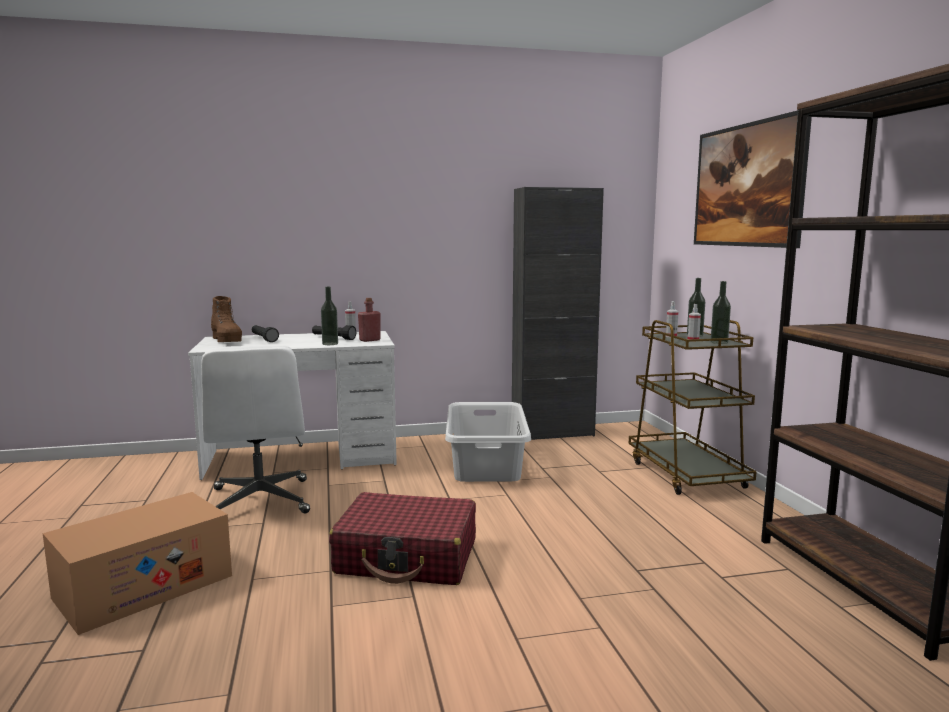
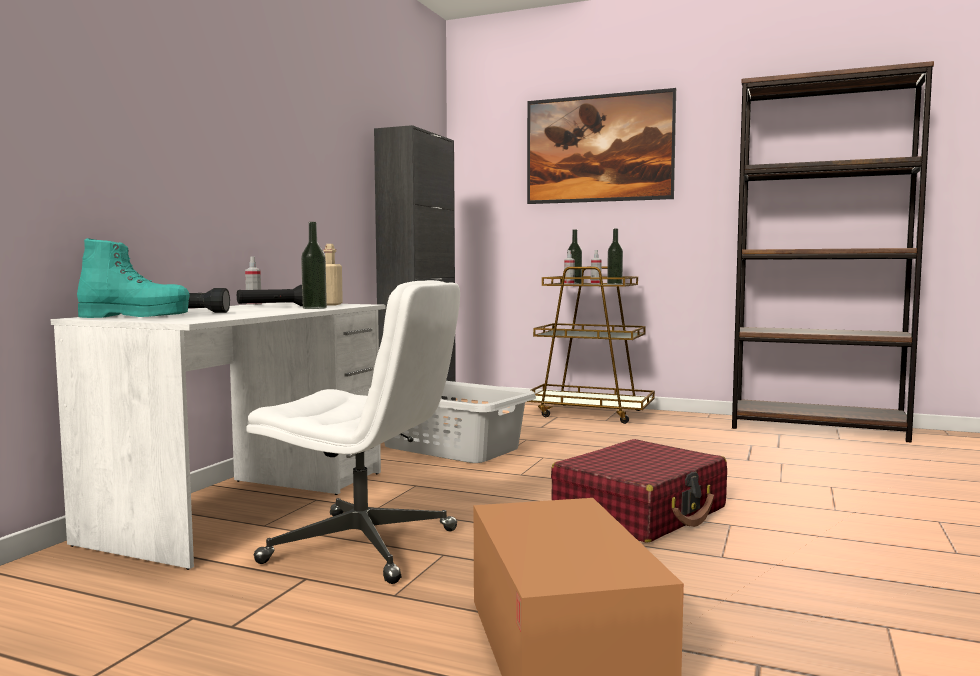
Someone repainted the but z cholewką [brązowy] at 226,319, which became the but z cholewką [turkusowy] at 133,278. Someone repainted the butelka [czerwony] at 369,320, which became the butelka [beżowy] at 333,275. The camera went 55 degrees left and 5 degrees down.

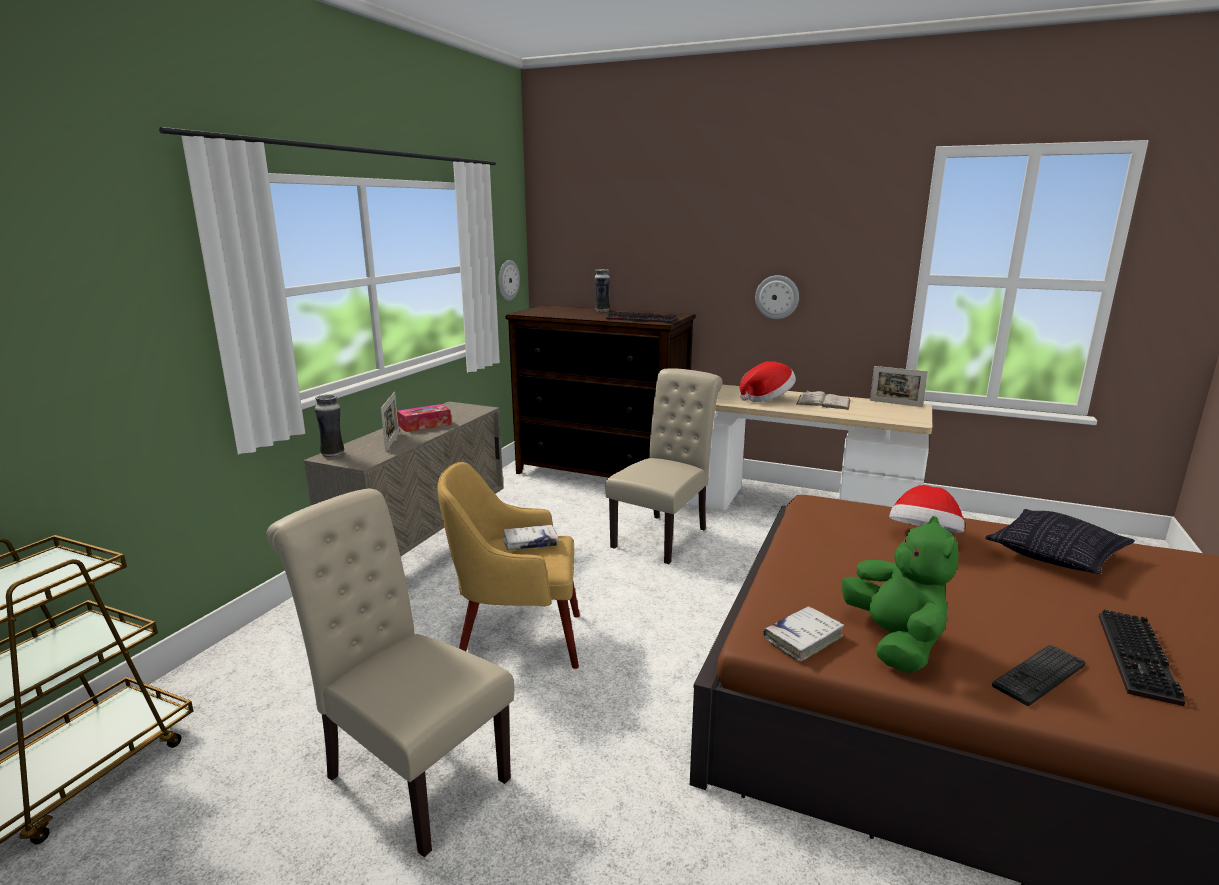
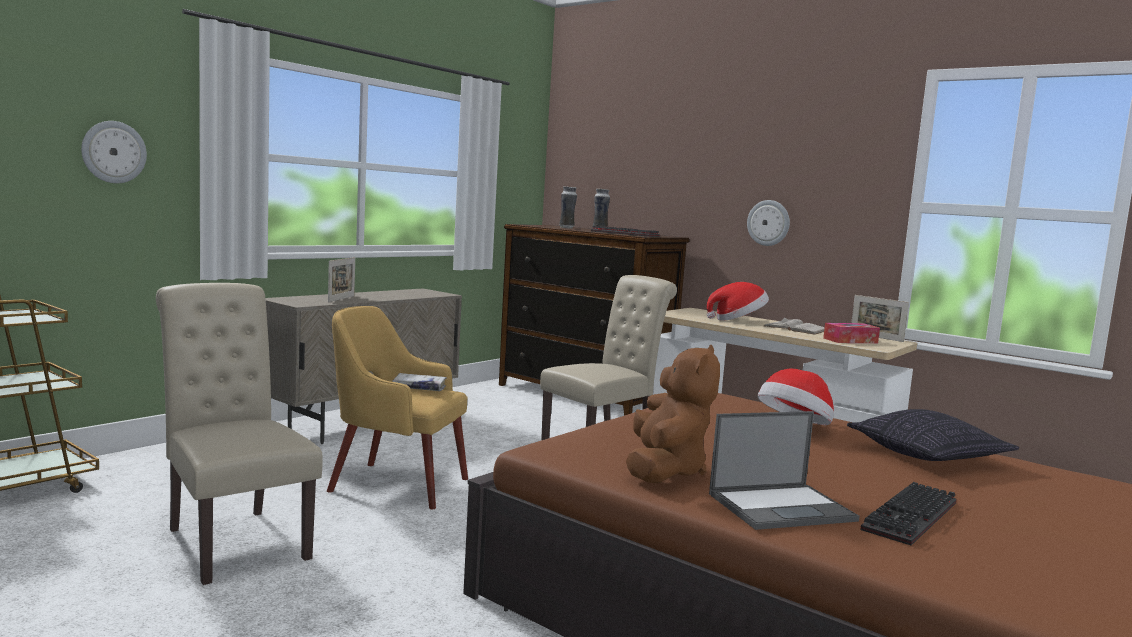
Someone carried the wazon from 329,426 to 568,207. Someone carried the pudełko chusteczek from 424,418 to 851,333. Someone carried the zegar ścienny from 509,280 to 114,152. Someone took away the książka [biały] at 803,634. Someone repainted the pluszak [zielony] at 900,594, which became the pluszak [brązowy] at 673,414. Someone swapped the klawiatura at 1039,675 for the laptop at 784,470. The camera went 15 degrees right and 10 degrees down.

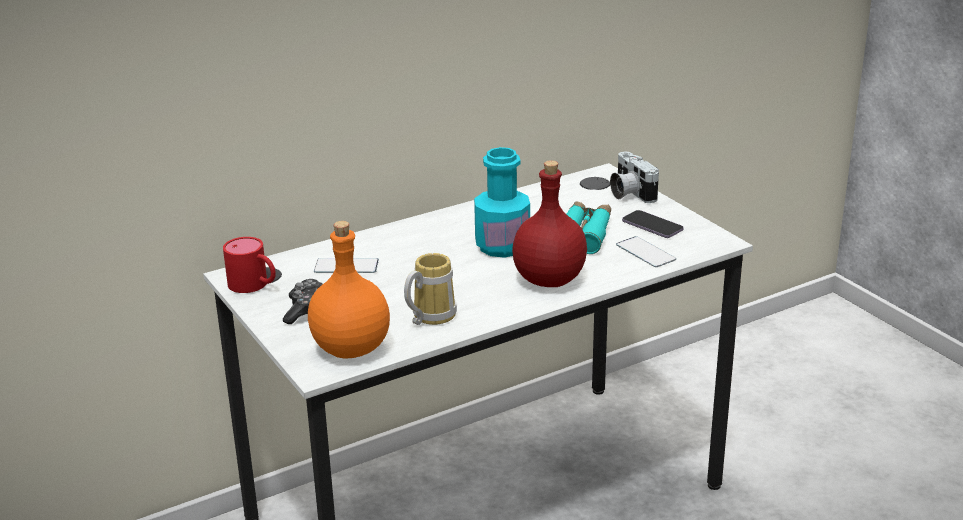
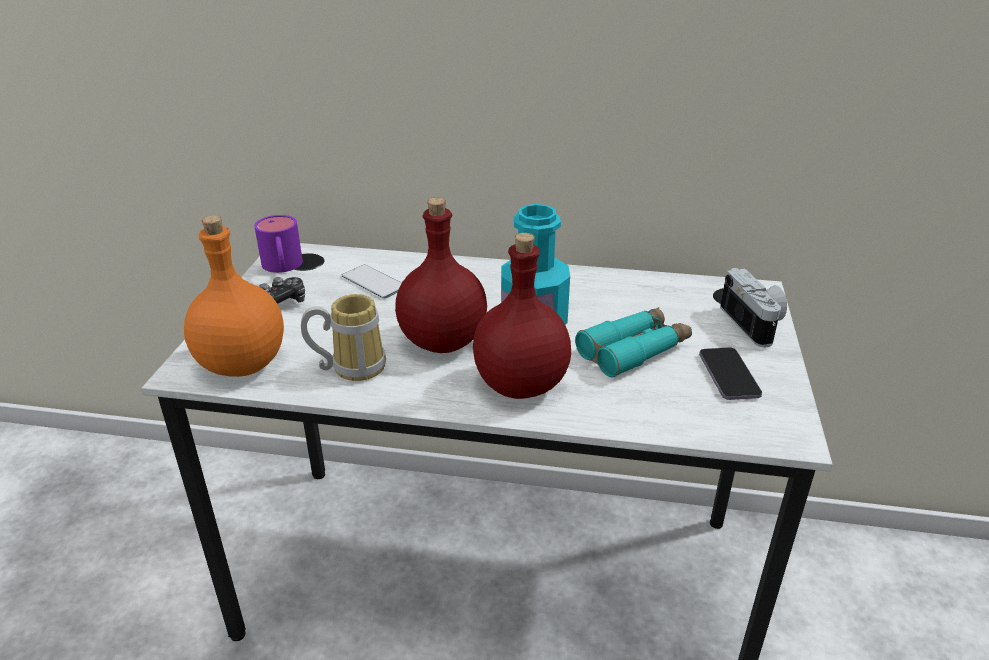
Someone repainted the kubek [czerwony] at 249,265, which became the kubek [fioletowy] at 278,244. Someone rotated the aparat fotograficzny at 634,177 by 150 degrees clockwise. Someone took away the telefon at 646,251. Someone put down the butelka [czerwony] at 441,275. The camera went 40 degrees right and 5 degrees up.

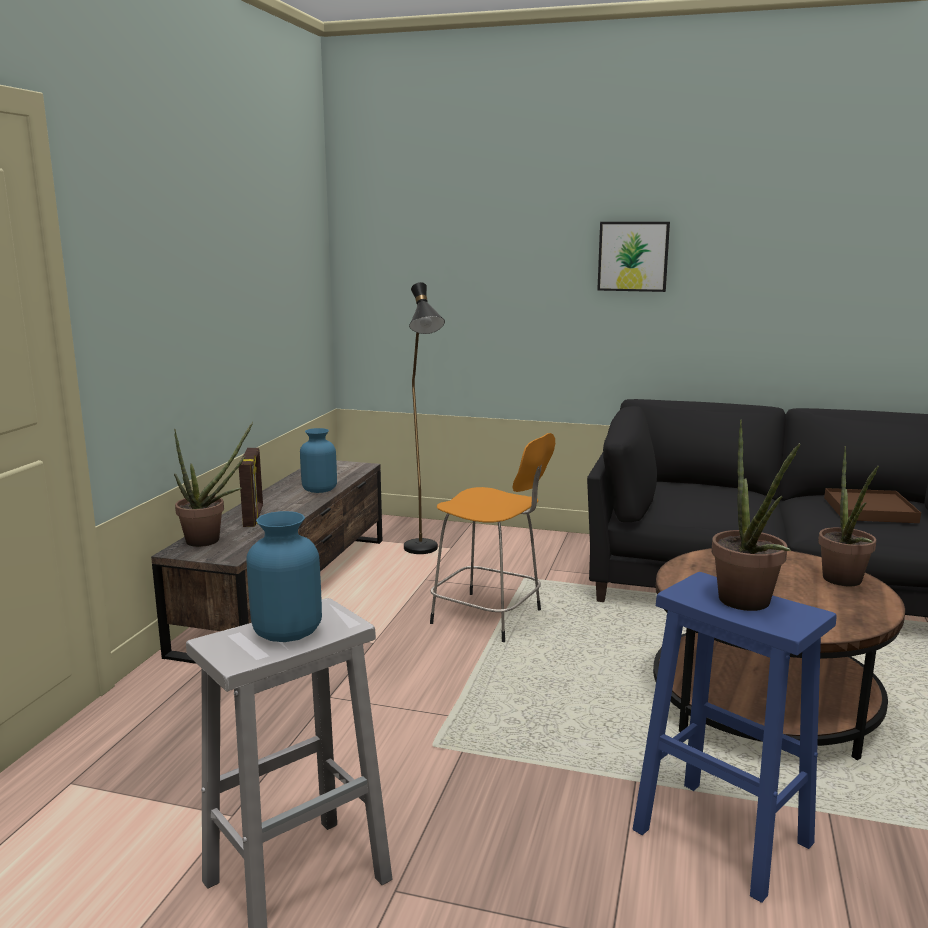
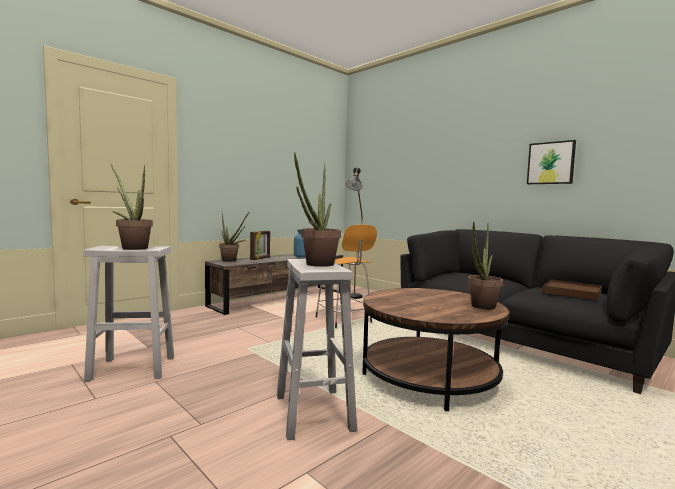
Someone swapped the wazon [niebieski] at 284,576 for the roślina doniczkowa at 132,207. Someone carried the obraz from 633,257 to 551,162. Someone repainted the stołek [niebieski] at 735,737, which became the stołek [biały] at 317,349. The camera went 30 degrees right and 10 degrees down.

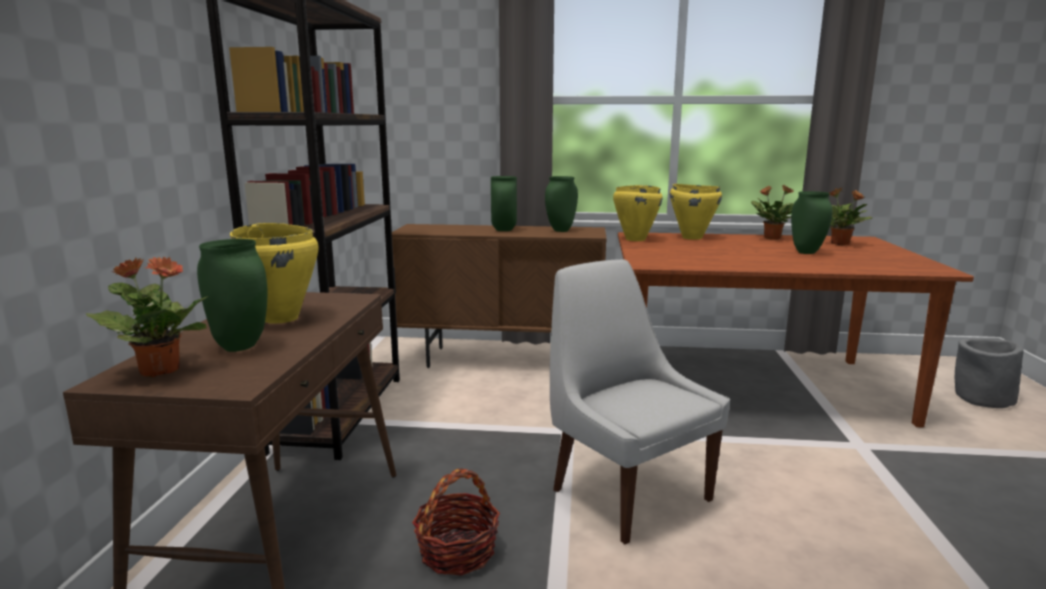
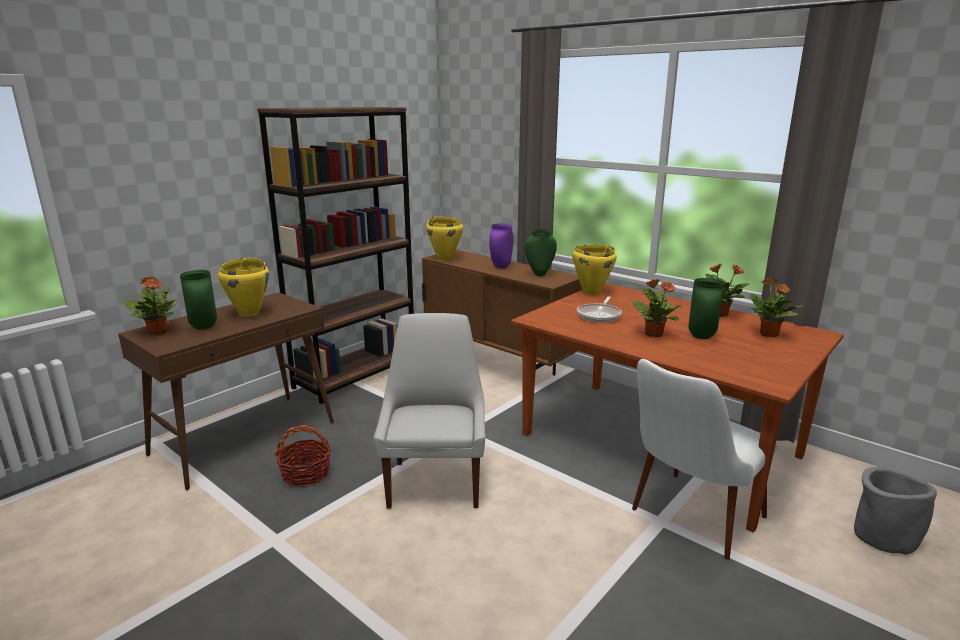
Someone repainted the wazon [zielony] at 504,203, which became the wazon [fioletowy] at 501,245. Someone carried the garnek [żółty] from 696,212 to 444,239. Someone put down the patelnia at 599,310. Someone put down the roślina doniczkowa at 657,308. Someone put down the krzesło [biały] at 704,459. The camera went 35 degrees right and 5 degrees up.

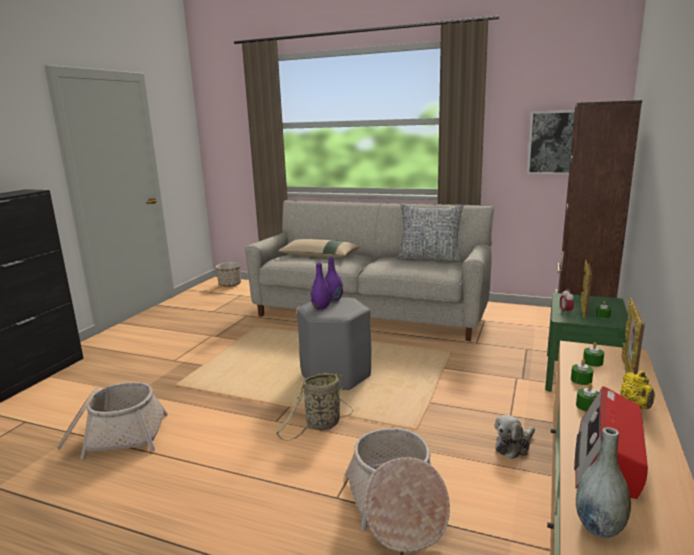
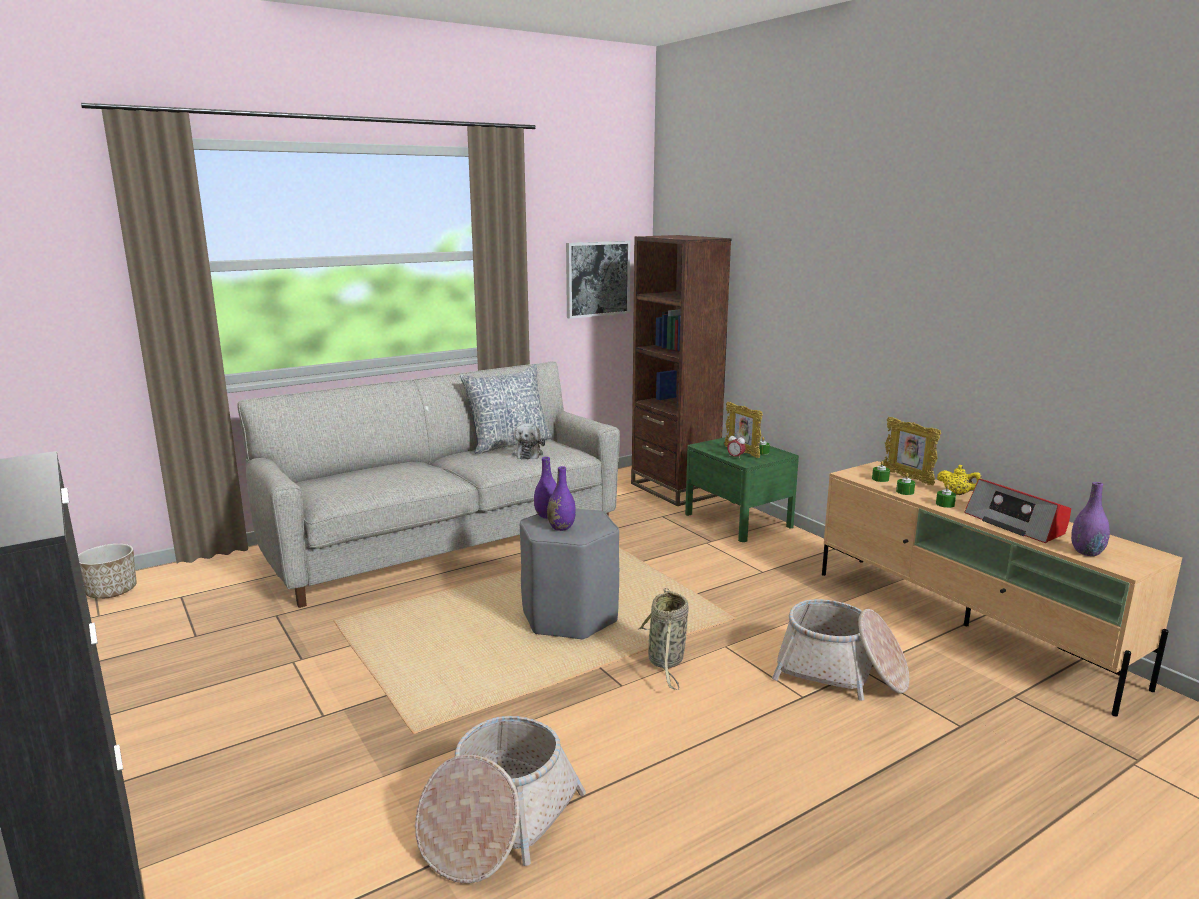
Someone took away the poduszka [beżowy] at 319,248. Someone carried the pluszak from 515,437 to 528,441. Someone repainted the wazon [szary] at 603,482, which became the wazon [fioletowy] at 1090,519. The camera went 55 degrees left and 0 degrees up.

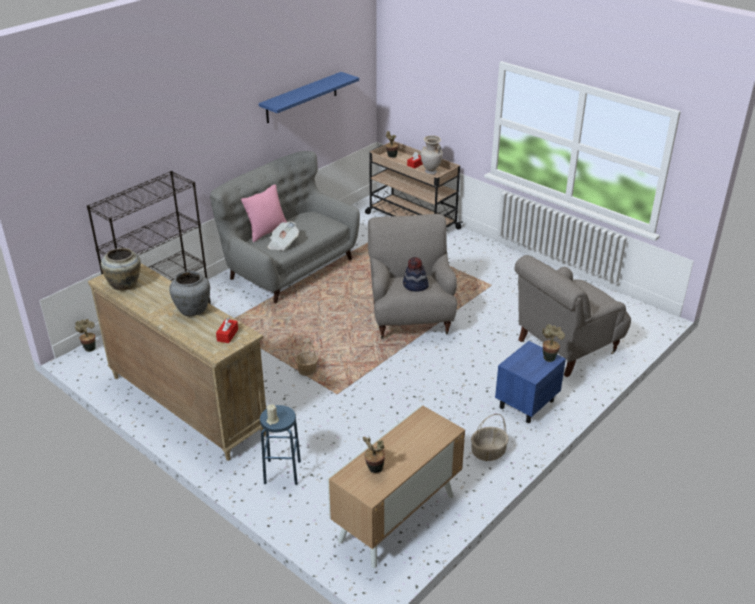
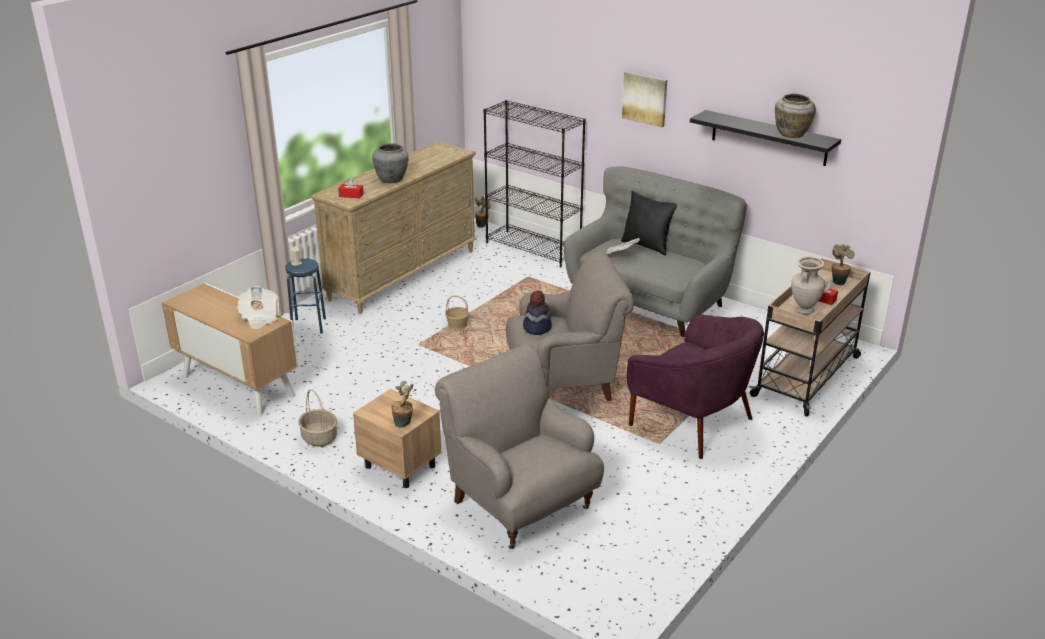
Someone carried the wazon [beżowy] from 121,269 to 795,116. Someone repainted the poduszka [różowy] at 264,213, which became the poduszka [czarny] at 649,223. Someone repainted the półka [niebieski] at 309,97, which became the półka [czarny] at 765,138. Someone took away the roślina doniczkowa at 374,455. Someone repainted the szafka nocna [niebieski] at 530,382, which became the szafka nocna [beżowy] at 397,438. Someone put down the gazeta at 258,307. Someone put up the obraz at 644,99. Someone put down the fotel [fioletowy] at 695,387. The camera went 85 degrees right and 5 degrees down.

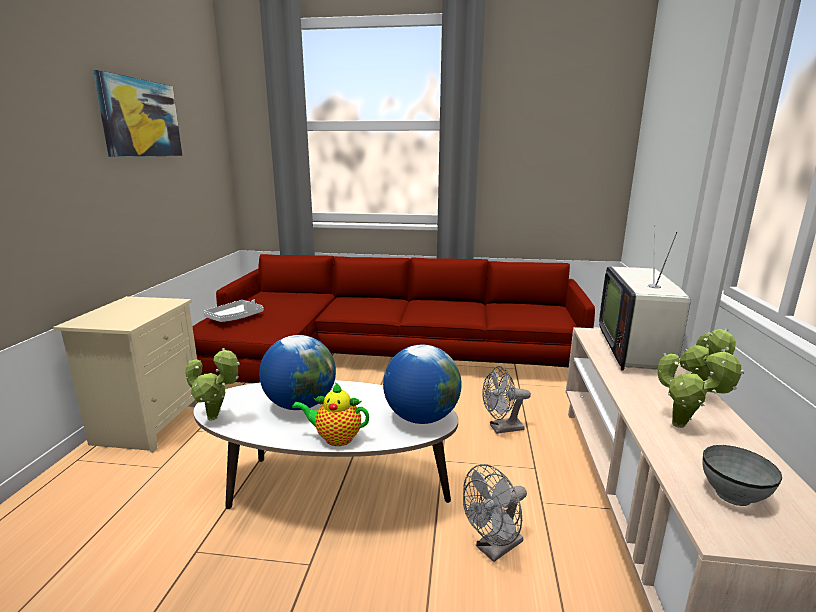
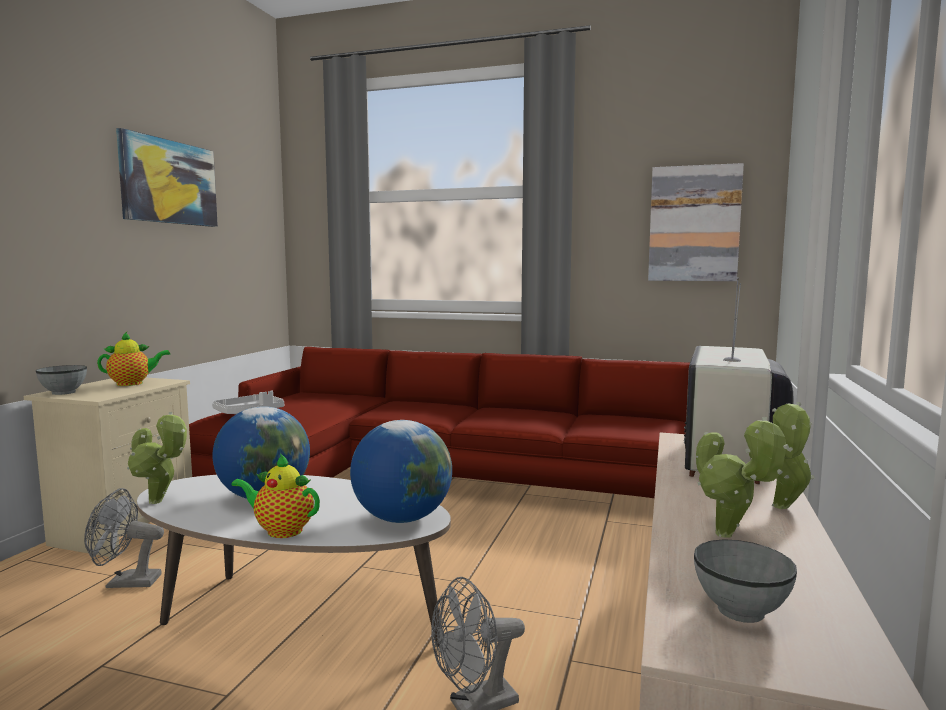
Someone carried the wentylator [szary] from 506,400 to 124,538. Someone put down the miska [szary] at 61,380. Someone put down the imbryk at 133,359. Someone put up the obraz at 696,222. The camera went 10 degrees right and 10 degrees down.

